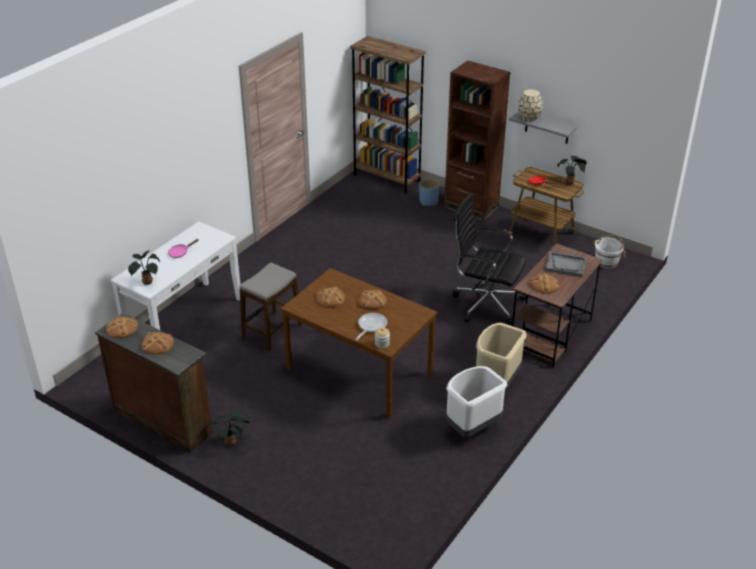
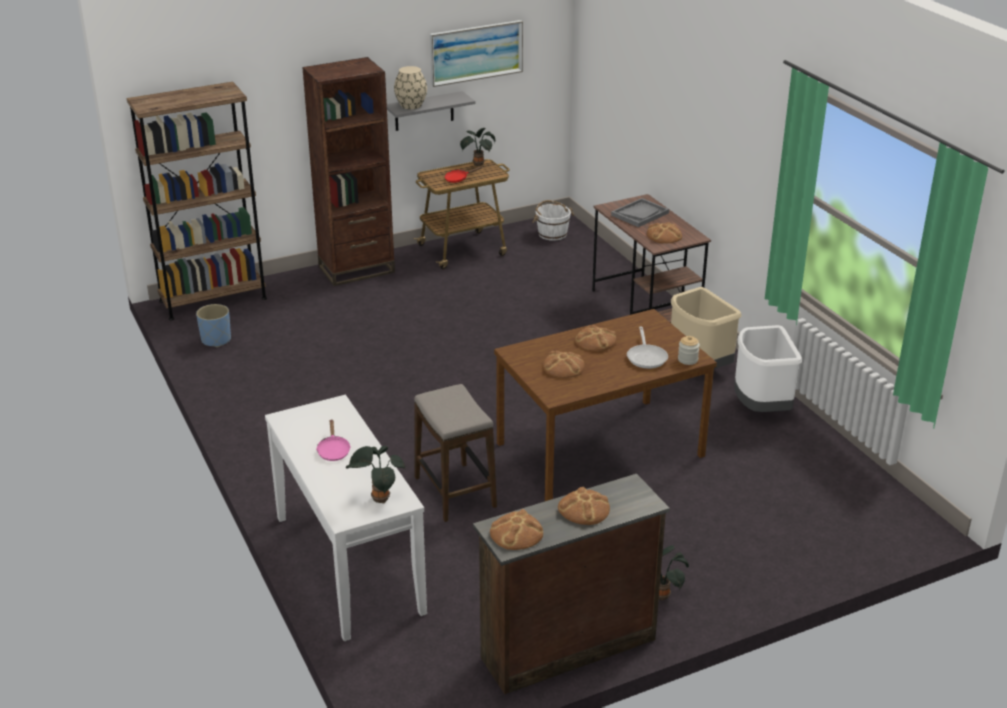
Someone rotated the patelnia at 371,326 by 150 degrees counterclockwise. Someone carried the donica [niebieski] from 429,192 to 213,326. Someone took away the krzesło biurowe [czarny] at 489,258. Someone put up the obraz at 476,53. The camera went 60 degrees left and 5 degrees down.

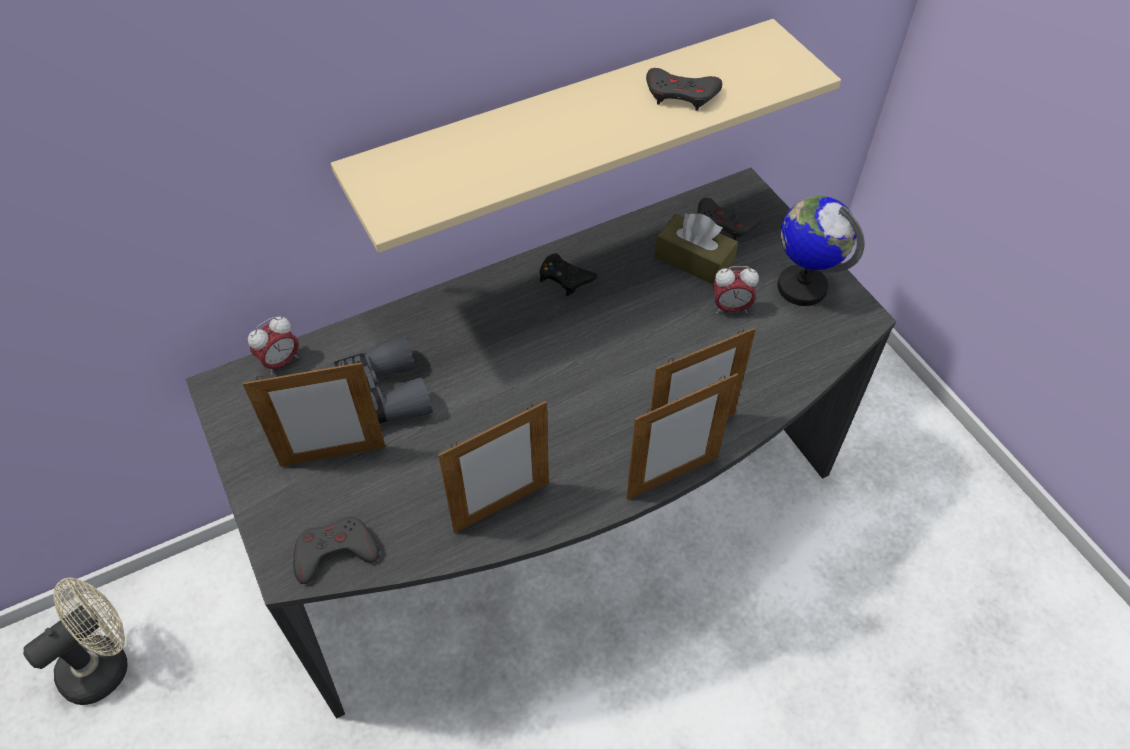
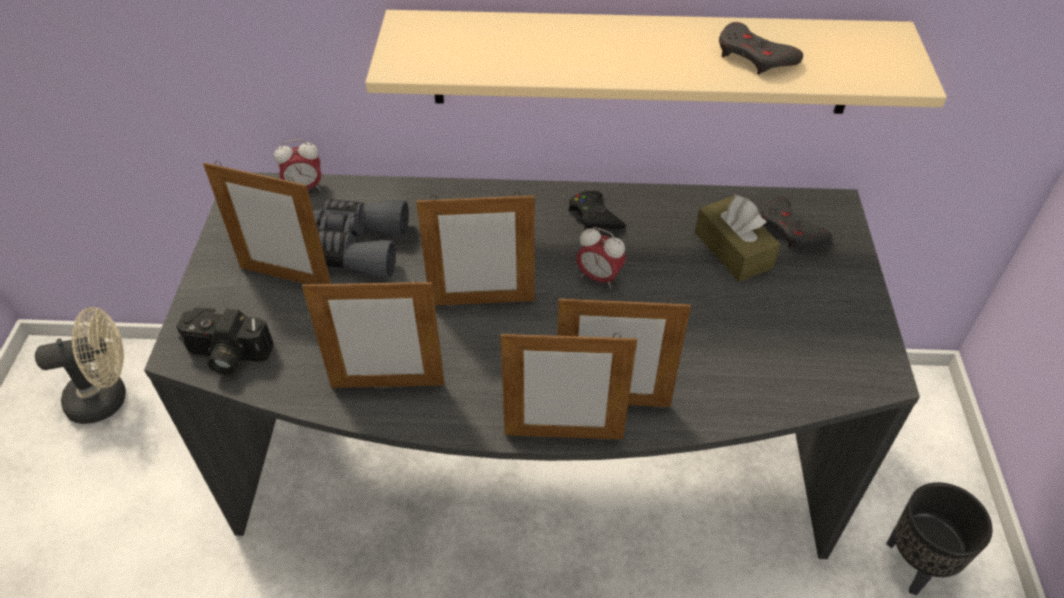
Someone swapped the pad do gier [szary] at 336,550 for the aparat fotograficzny at 225,341. Someone carried the budzik from 736,289 to 601,258. Someone took away the globus at 821,251. Someone put down the ramka na zdjęcie at 475,249. Someone put down the donica [czarny] at 939,538. The camera went 30 degrees right and 5 degrees down.

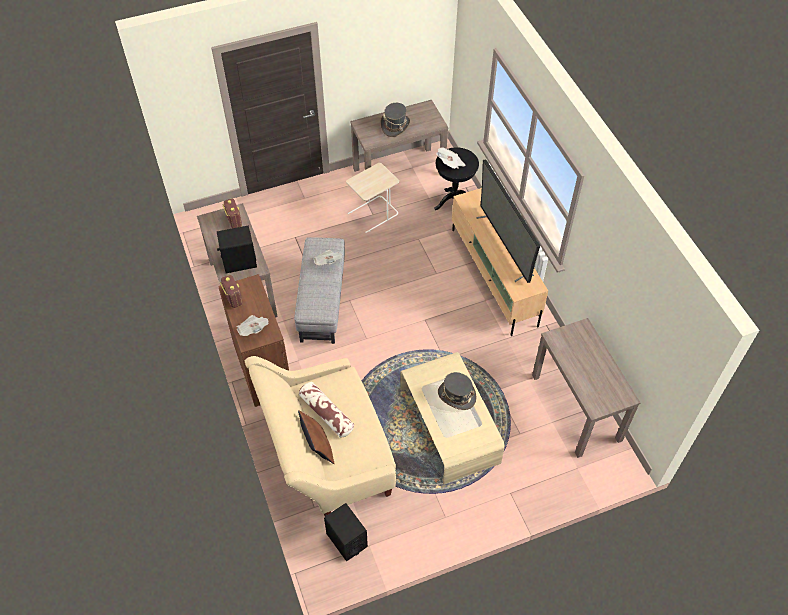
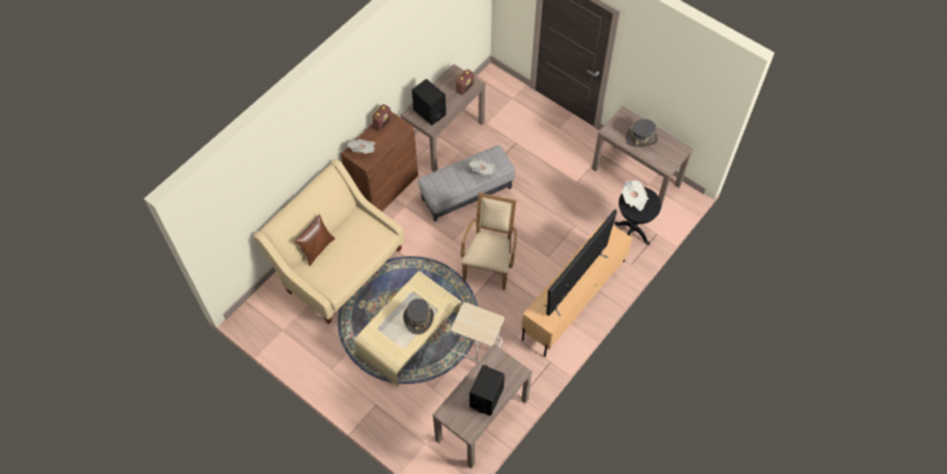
Someone took away the poduszka at 326,410. Someone carried the głośnik [czarny] from 346,532 to 487,390. Someone carried the stolik [beżowy] from 372,198 to 477,332. Someone put down the fotel [beżowy] at 489,241. The camera went 60 degrees right and 5 degrees up.

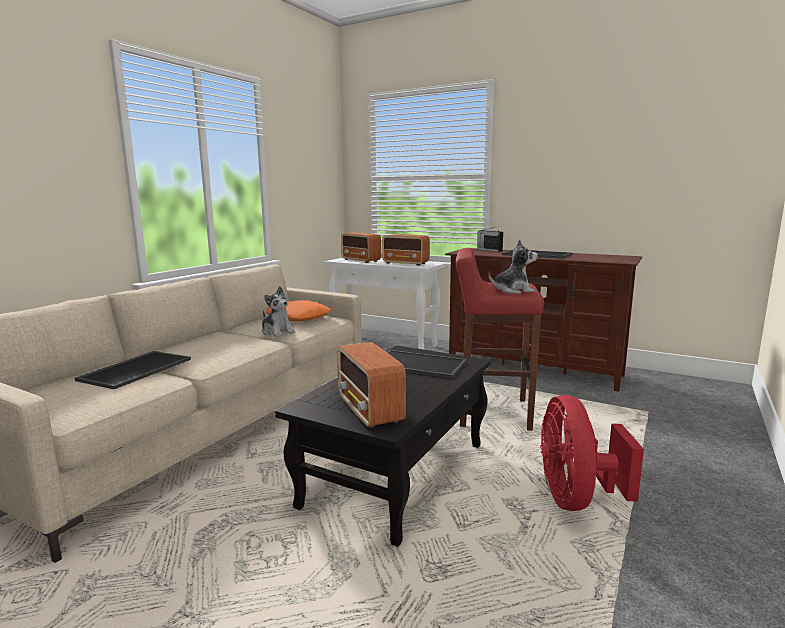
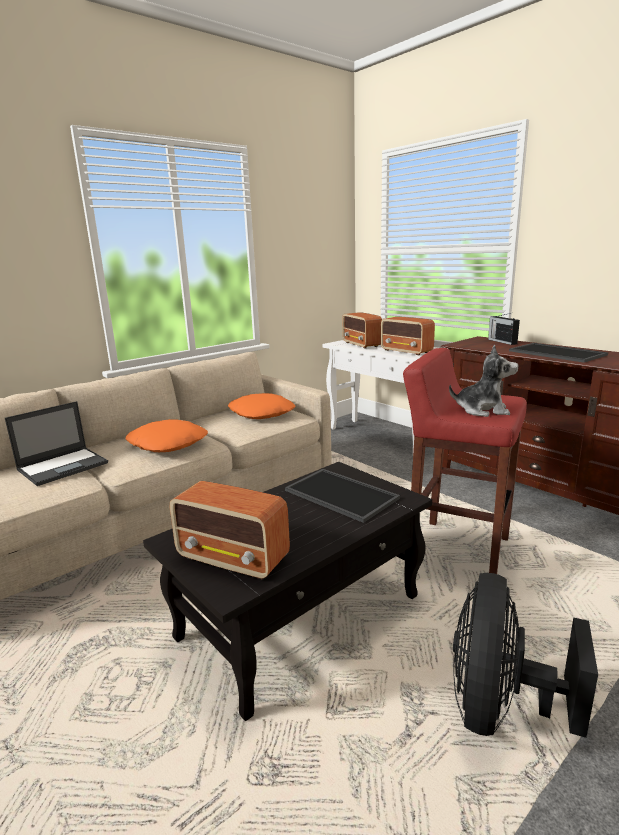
Someone swapped the taca at 133,370 for the laptop at 56,443. Someone took away the pluszak at 279,311. Someone rotated the radio at 371,385 by 60 degrees counterclockwise. Someone repainted the wentylator [czerwony] at 592,453, which became the wentylator [czarny] at 525,655. Someone put down the poduszka [pomarańczowy] at 166,435. The camera went 20 degrees right and 5 degrees up.

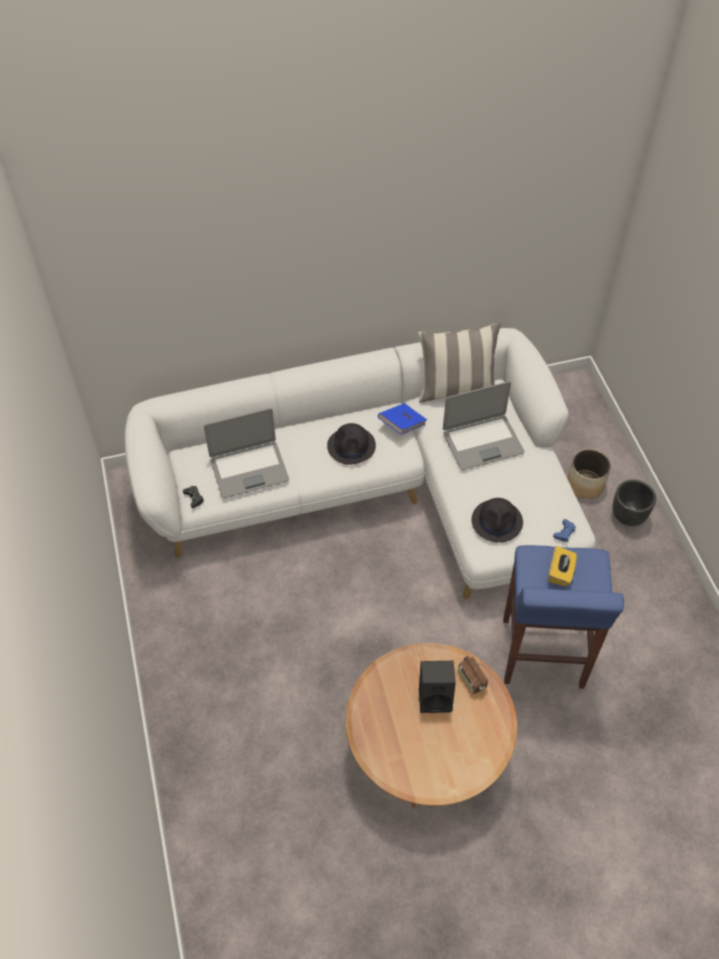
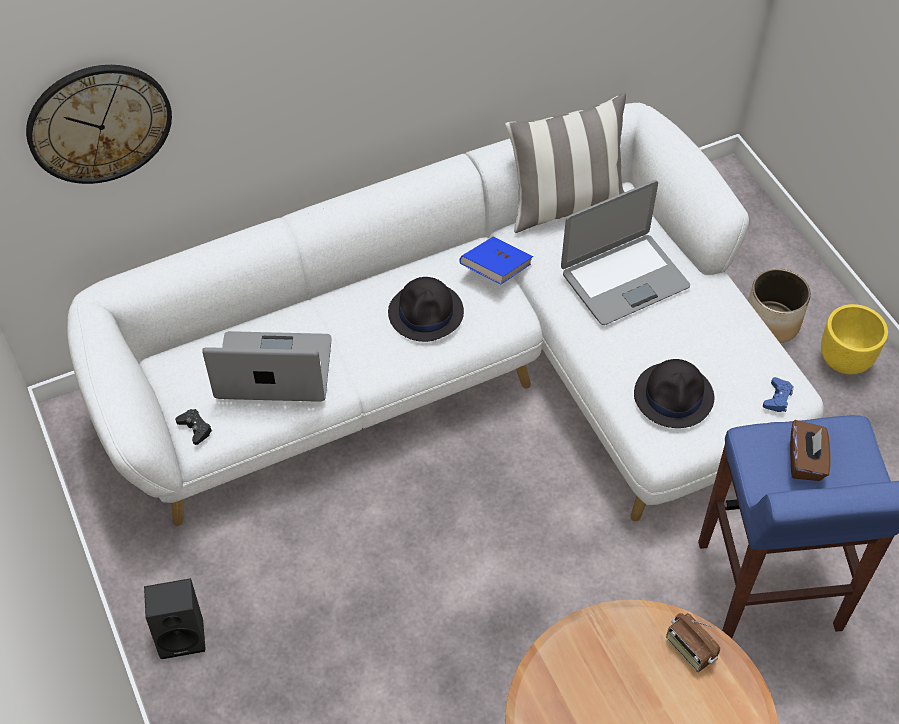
Someone rotated the laptop at 246,453 by 150 degrees counterclockwise. Someone carried the głośnik [czarny] from 437,687 to 175,618. Someone repainted the pudełko chusteczek [żółty] at 562,566, which became the pudełko chusteczek [brązowy] at 810,450. Someone repainted the donica [czarny] at 634,503, which became the donica [żółty] at 854,339. Someone put up the zegar ścienny at 99,124. The camera went 10 degrees left and 0 degrees up.

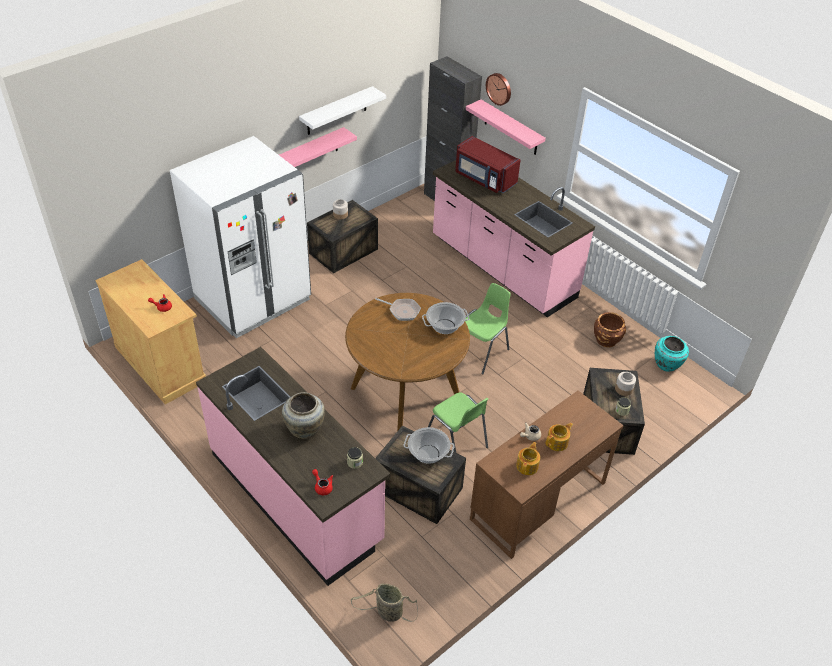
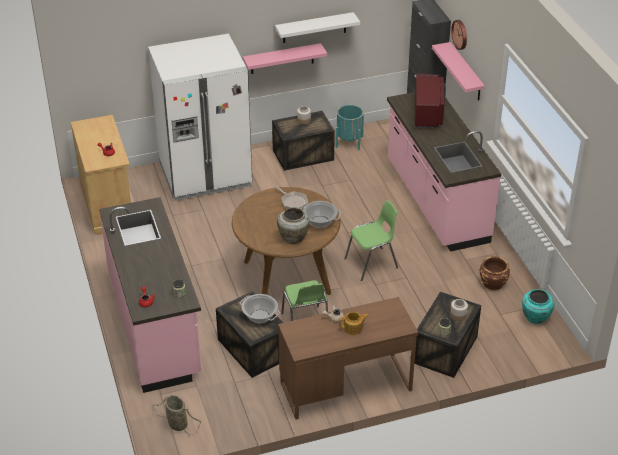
Someone carried the wazon [beżowy] from 303,415 to 293,225. Someone rotated the mikrofalówka [czerwony] at 488,164 by 150 degrees counterclockwise. Someone took away the imbryk at 528,458. Someone put down the donica [turkusowy] at 350,127. The camera went 25 degrees right and 5 degrees down.

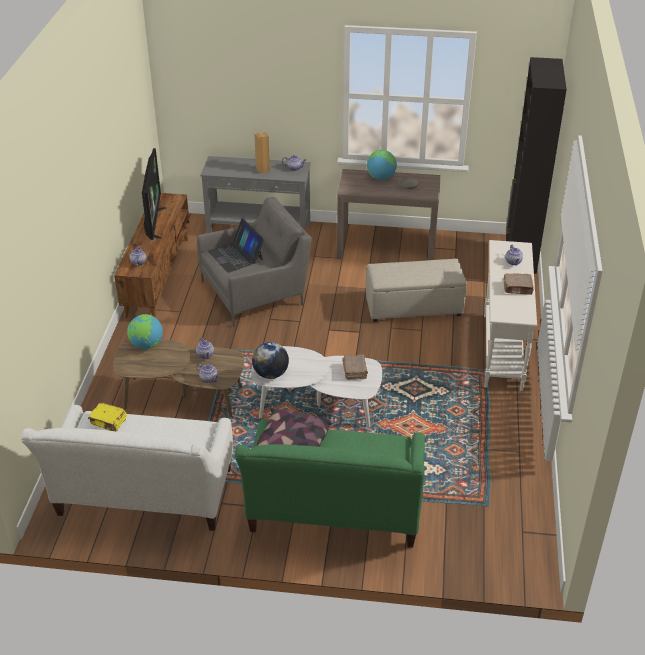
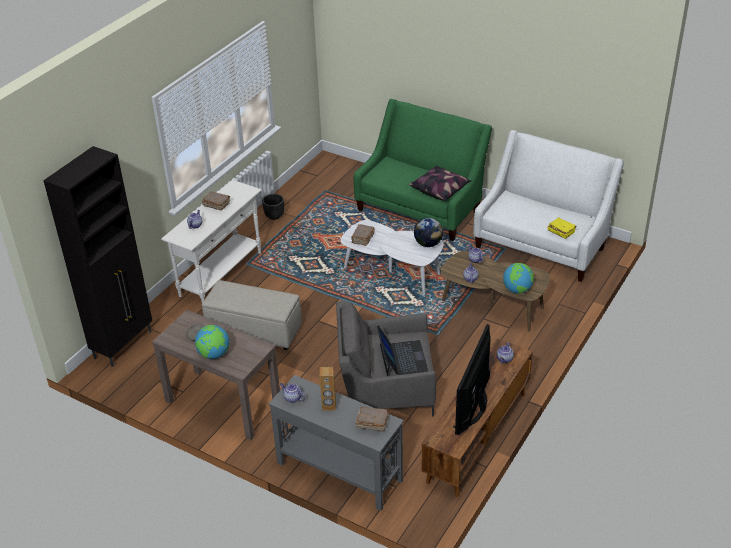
Someone put down the donica [czarny] at 273,207. Someone put down the książka [brązowy] at 372,419. The camera went 155 degrees left and 0 degrees up.

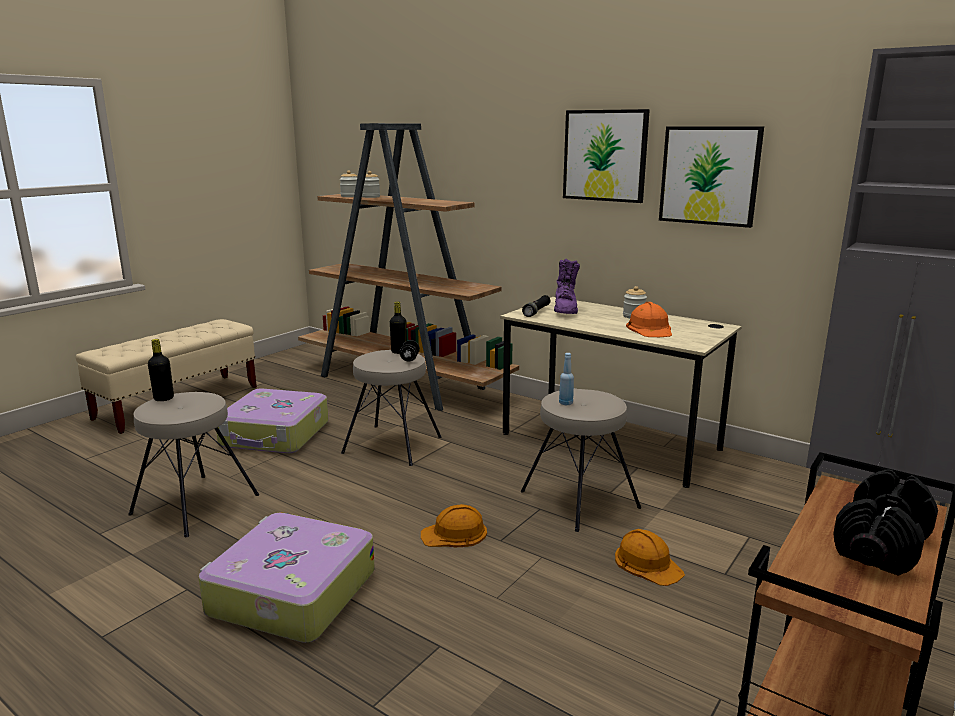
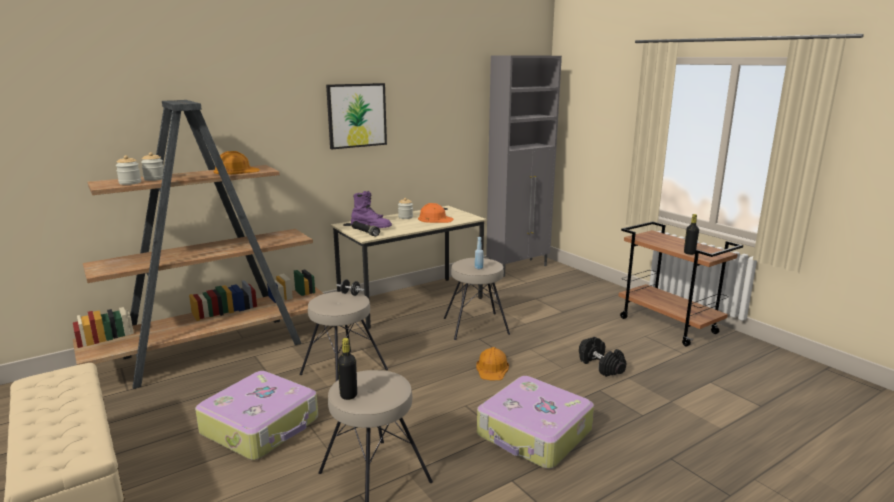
Someone carried the butelka [czarny] from 398,328 to 691,234. Someone carried the kask [pomarańczowy] from 650,557 to 237,163. Someone took away the obraz at 711,177. Someone carried the hantel [czarny] from 885,522 to 602,357. The camera went 70 degrees left and 0 degrees up.

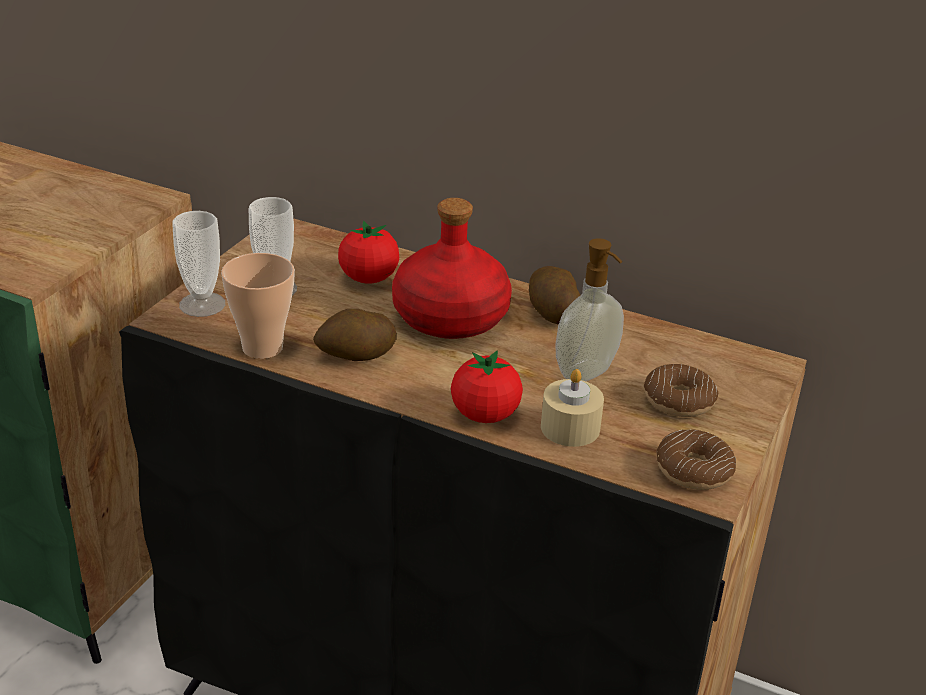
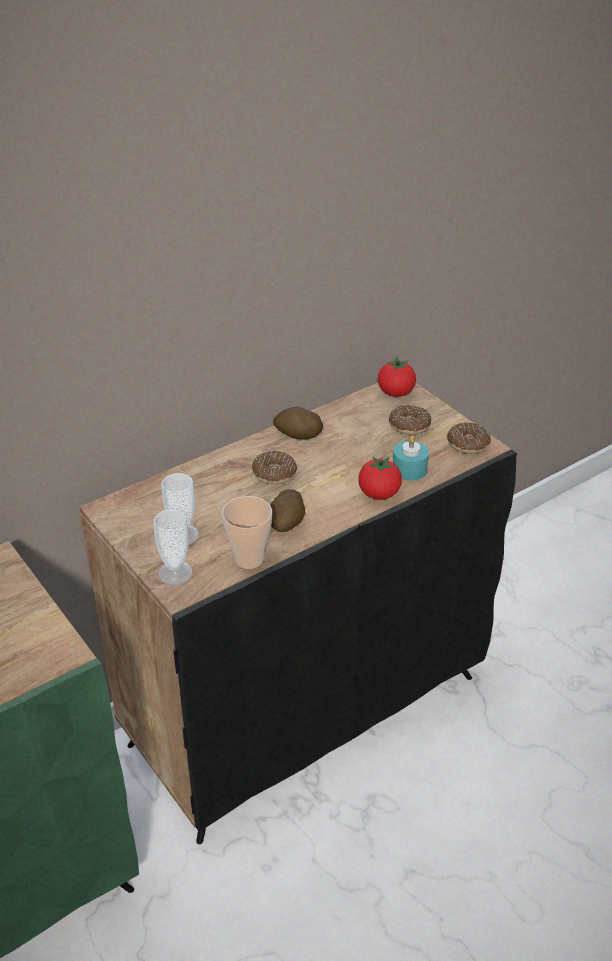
Someone carried the pomidor from 368,252 to 397,377. Someone swapped the butelka [czerwony] at 452,268 for the donut at 274,467. Someone repainted the świeca [beżowy] at 572,408, which became the świeca [turkusowy] at 411,457. Someone took away the dozownik mydła at 589,309. The camera went 60 degrees left and 5 degrees up.

